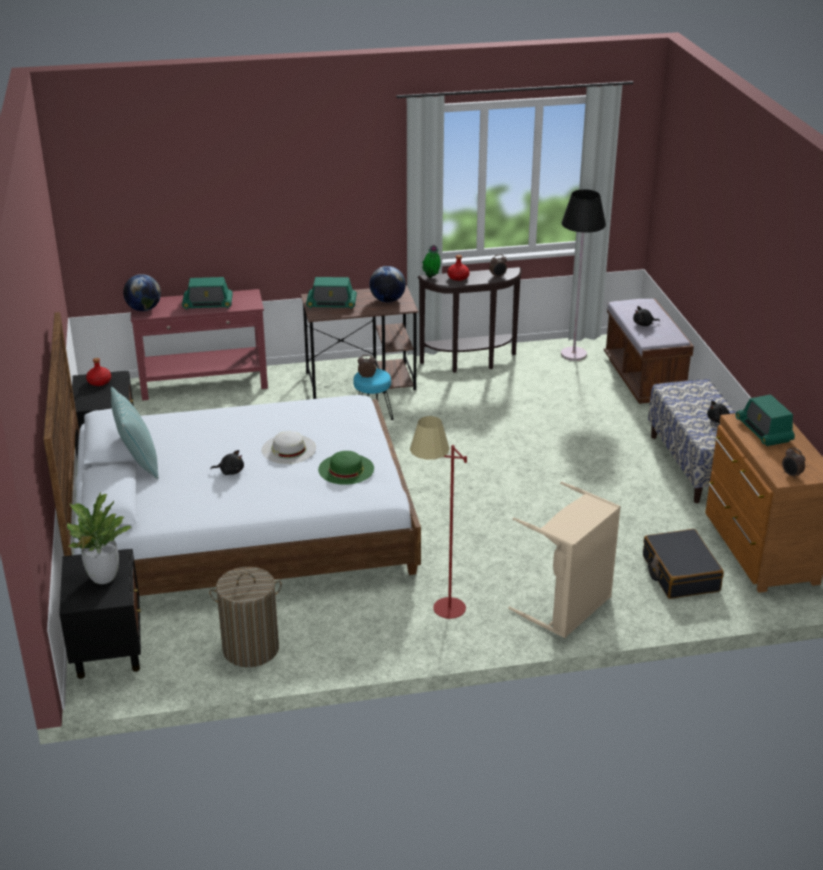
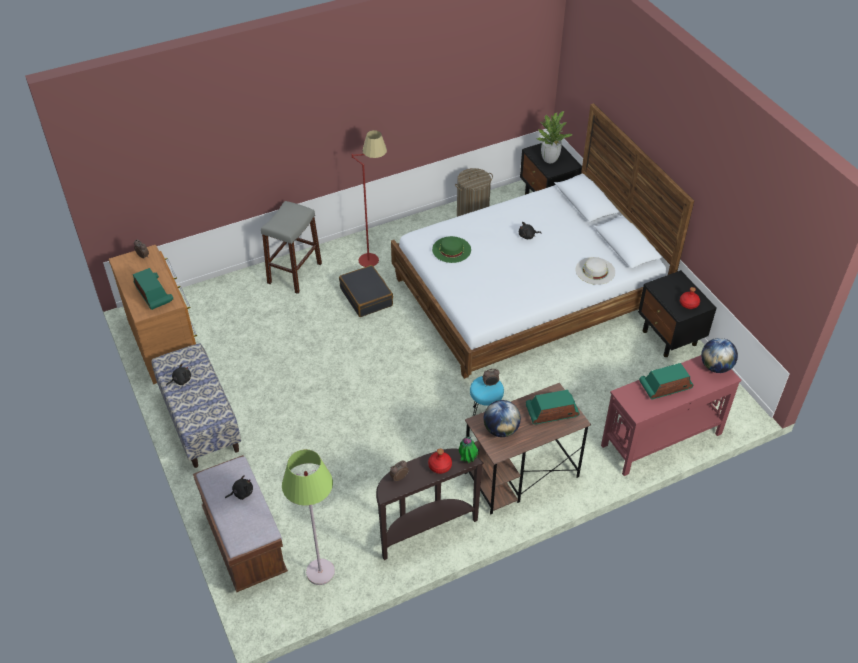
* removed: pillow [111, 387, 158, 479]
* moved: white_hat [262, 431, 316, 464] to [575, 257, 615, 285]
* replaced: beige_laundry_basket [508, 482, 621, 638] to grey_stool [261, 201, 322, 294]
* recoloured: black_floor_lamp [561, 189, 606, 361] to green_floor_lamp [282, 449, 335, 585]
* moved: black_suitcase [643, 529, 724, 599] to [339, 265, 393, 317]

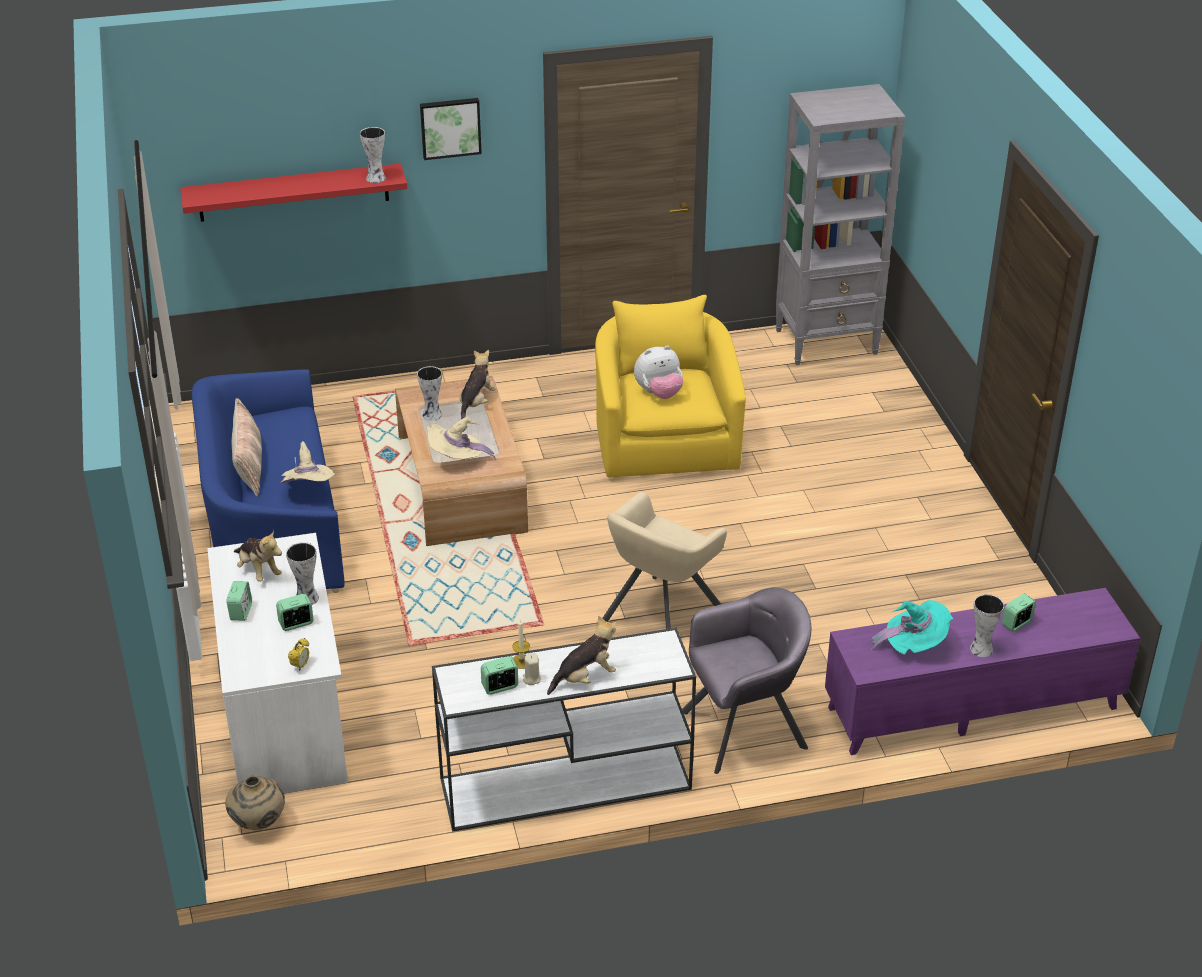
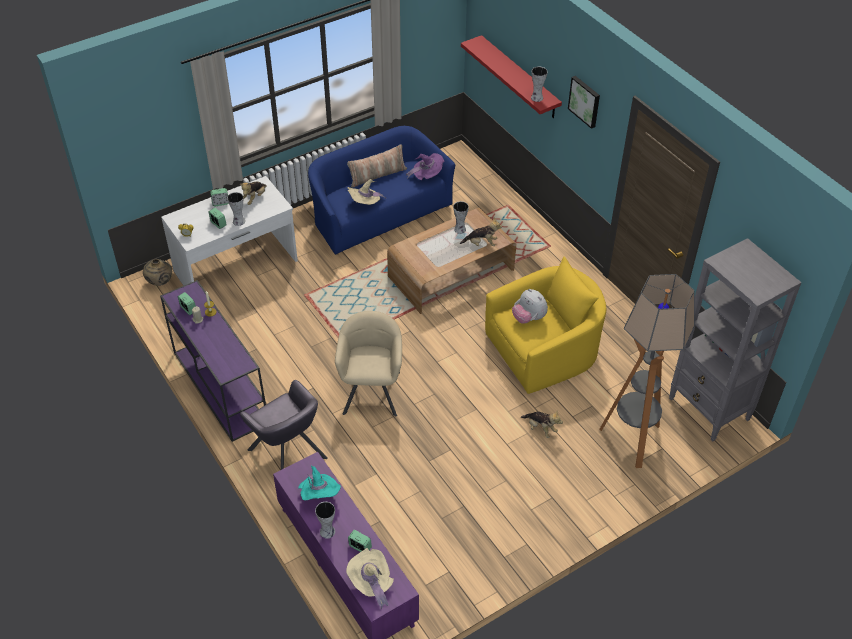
* moved: beige_hat [426, 417, 496, 460] to [346, 548, 394, 609]
* recoloured: white_console_table [432, 628, 696, 832] to purple_console_table [160, 280, 266, 442]
* moved: plush_toy [547, 616, 617, 695] to [521, 410, 563, 438]
* turned: beige_armchair [602, 492, 727, 629] = [335, 311, 402, 417] 75 degrees clockwise
* added: purple_hat [406, 153, 444, 180]
* added: floor_lamp [599, 274, 695, 468]

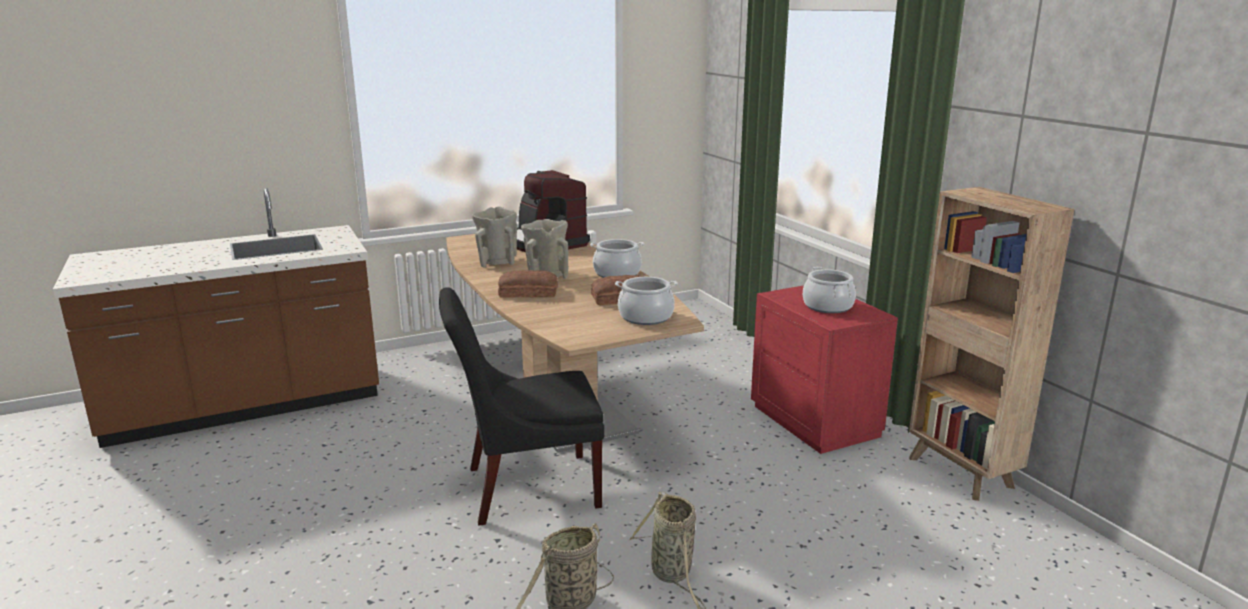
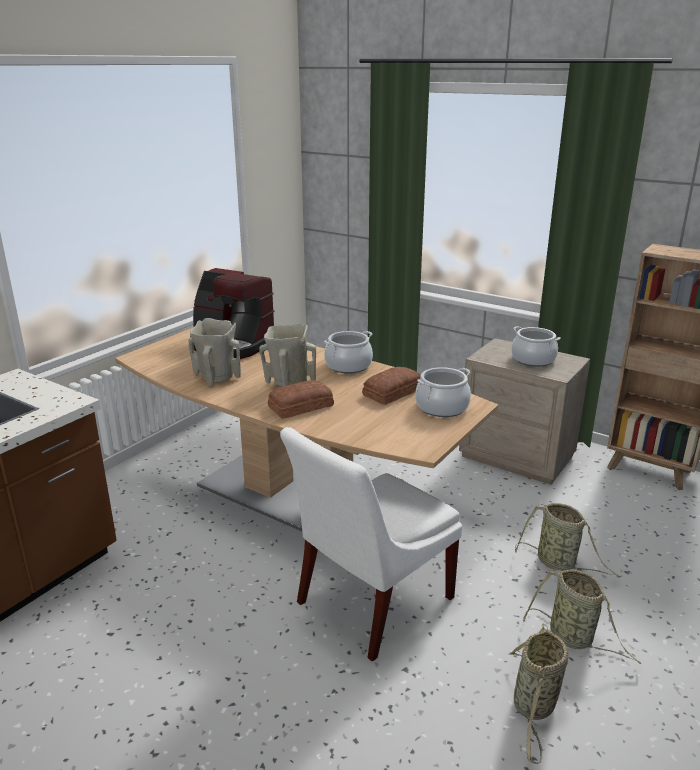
* recoloured: black_chair [439, 287, 604, 526] to white_chair [280, 427, 462, 661]
* recoloured: red_nightstand [751, 285, 898, 454] to beige_nightstand [459, 338, 590, 485]
* added: basket [515, 503, 619, 577]

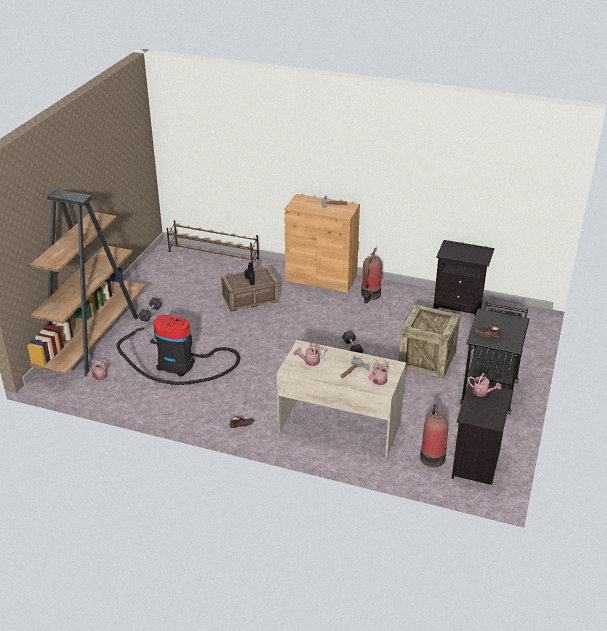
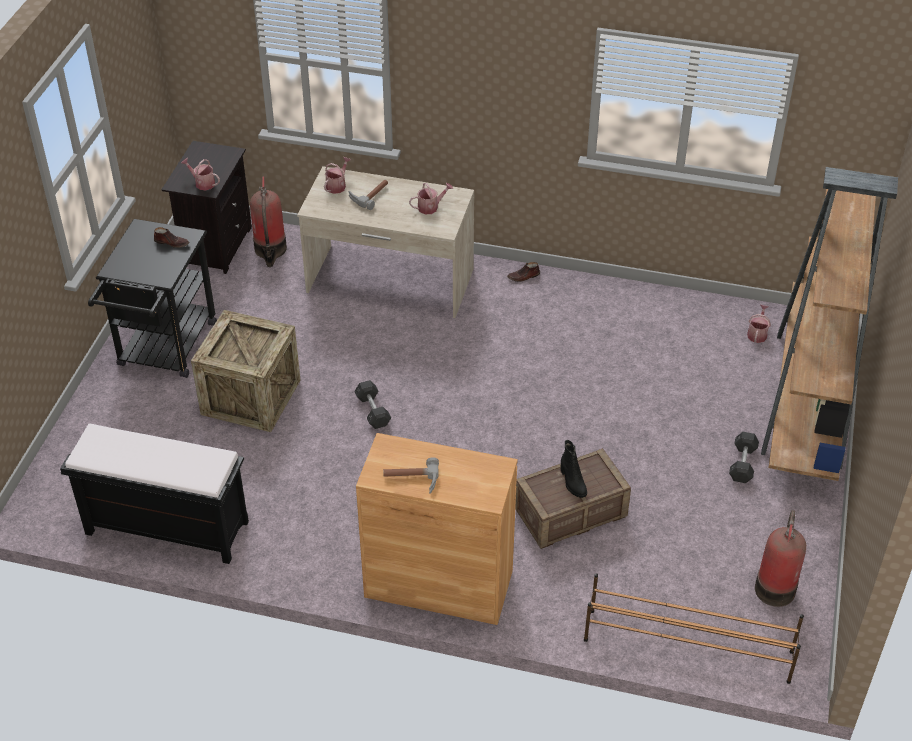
* removed: vacuum_cleaner [117, 314, 240, 385]
* moved: fire_extinguisher [361, 248, 382, 303] to [755, 510, 806, 607]
* replaced: black_nightstand [433, 240, 495, 315] to black_bench [60, 423, 249, 564]

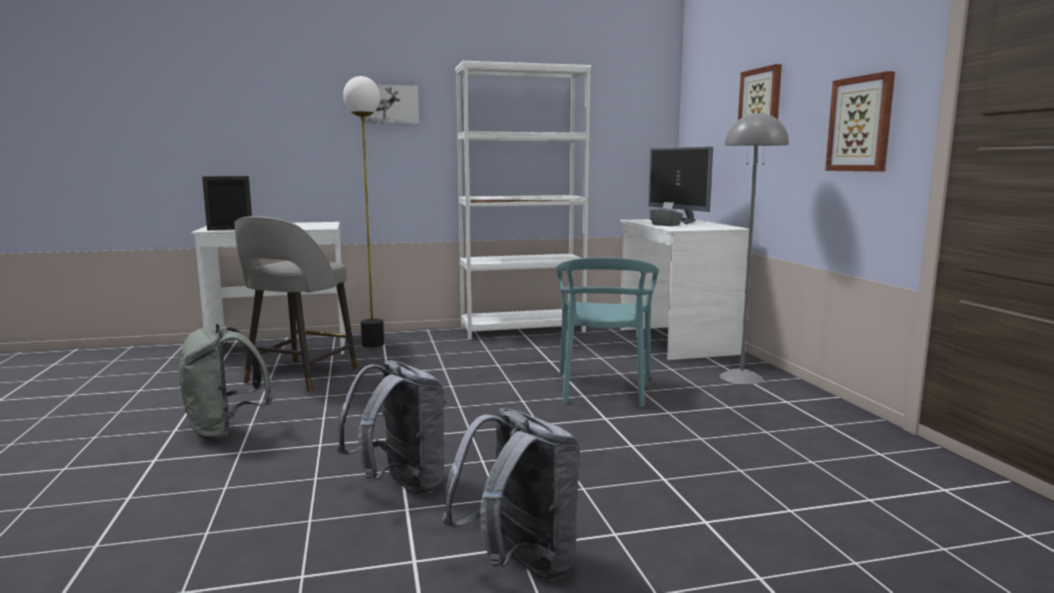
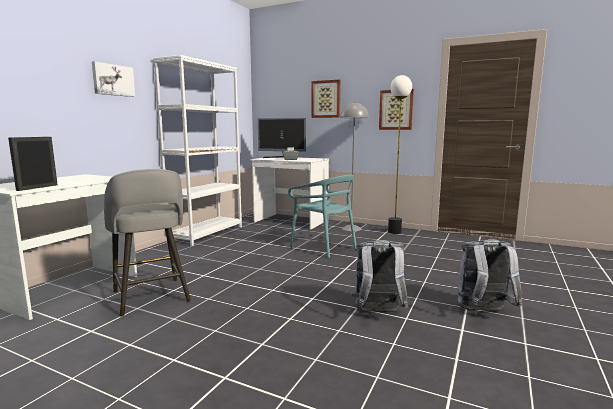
* removed: grey_backpack [179, 324, 273, 440]
* moved: floor_lamp [343, 76, 384, 347] to [388, 75, 412, 234]

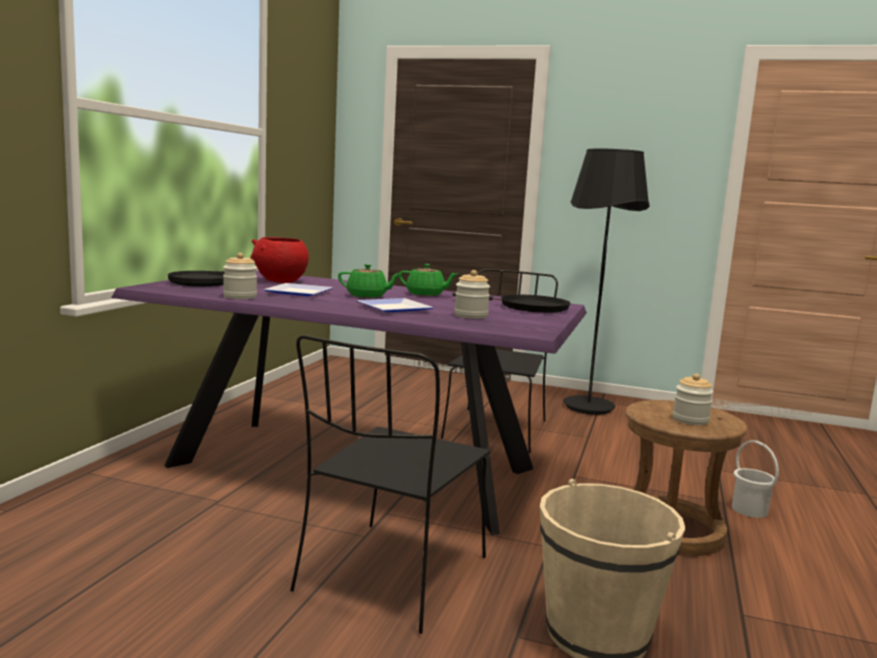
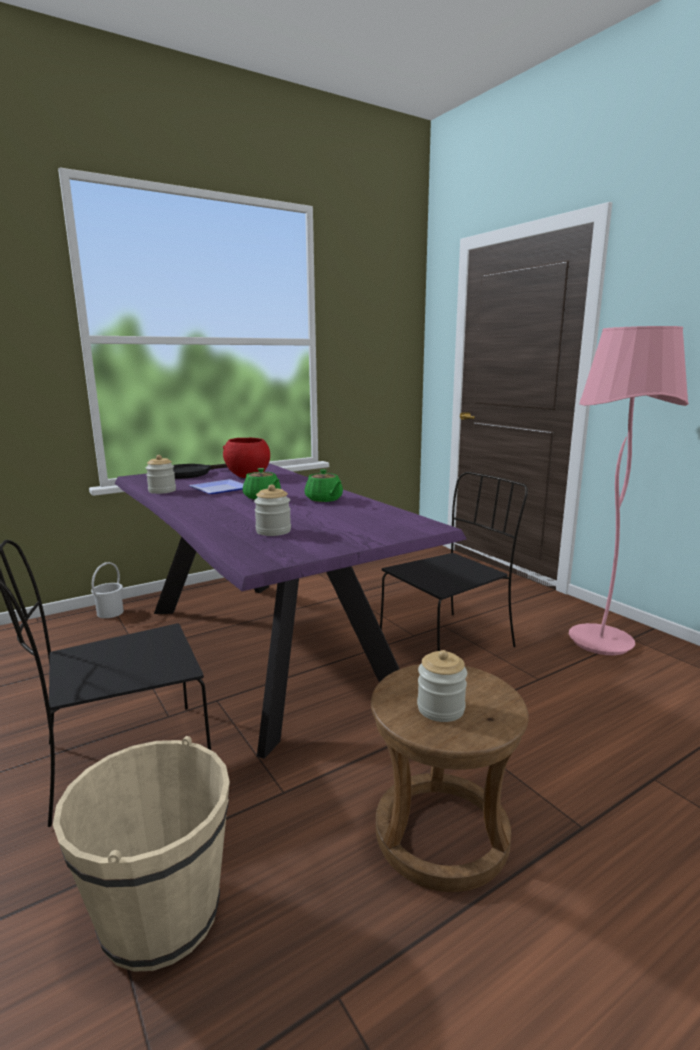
* removed: plate [356, 298, 434, 312]
* removed: black_frying_pan [452, 292, 570, 313]
* recoloured: black_floor_lamp [563, 148, 650, 415] to pink_floor_lamp [569, 326, 689, 655]
* moved: white_bucket [732, 440, 779, 518] to [91, 562, 124, 618]

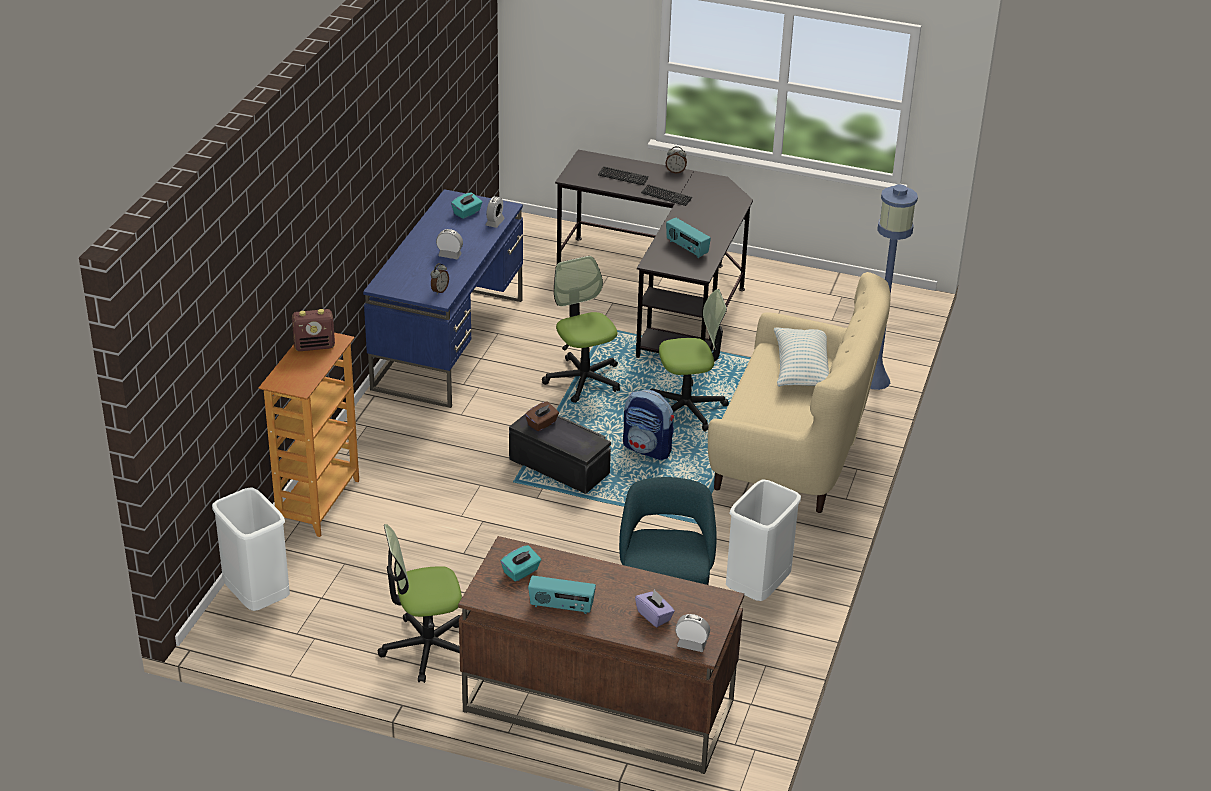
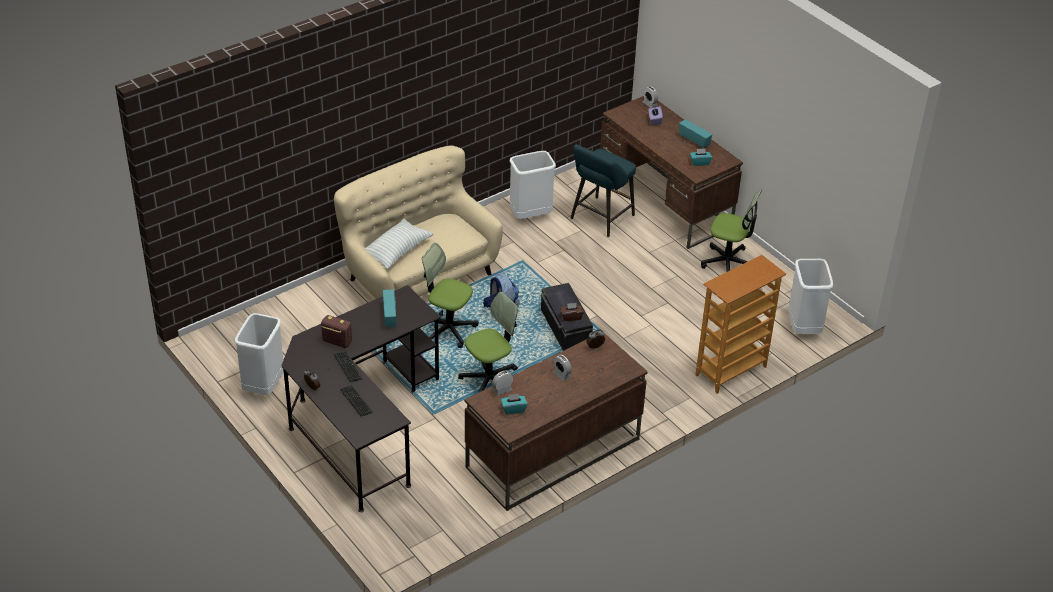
* moved: radio [292, 309, 335, 351] to [321, 315, 352, 348]
* recoloured: blue_desk [363, 189, 523, 408] to brown_desk [465, 334, 648, 511]
* turned: office_chair [542, 256, 620, 403] = [458, 291, 518, 393] 135 degrees counterclockwise
* removed: blue_floor_lamp [870, 184, 918, 390]
* added: white_trash_can [235, 313, 283, 395]

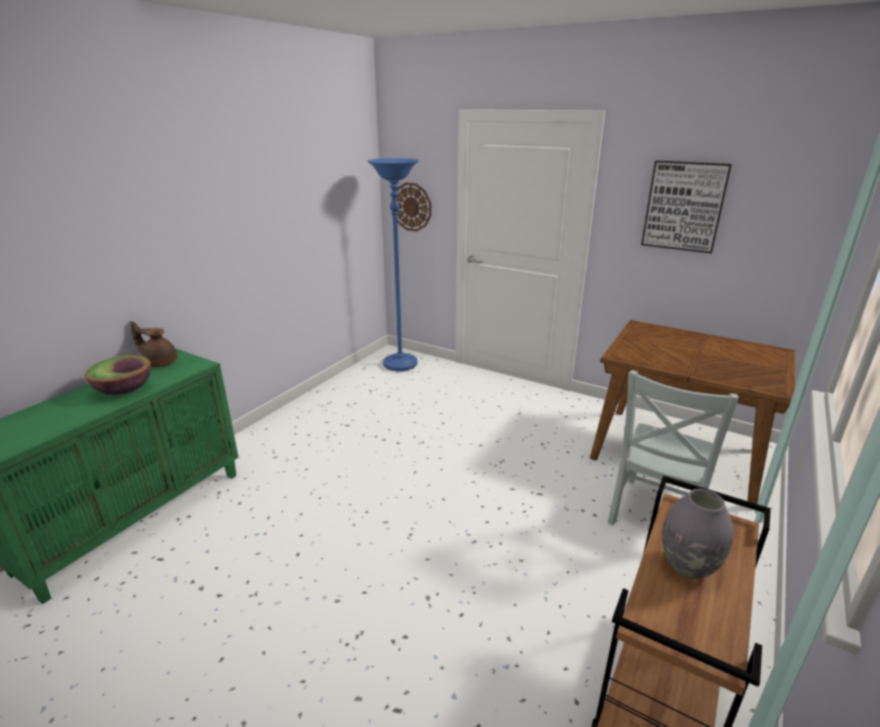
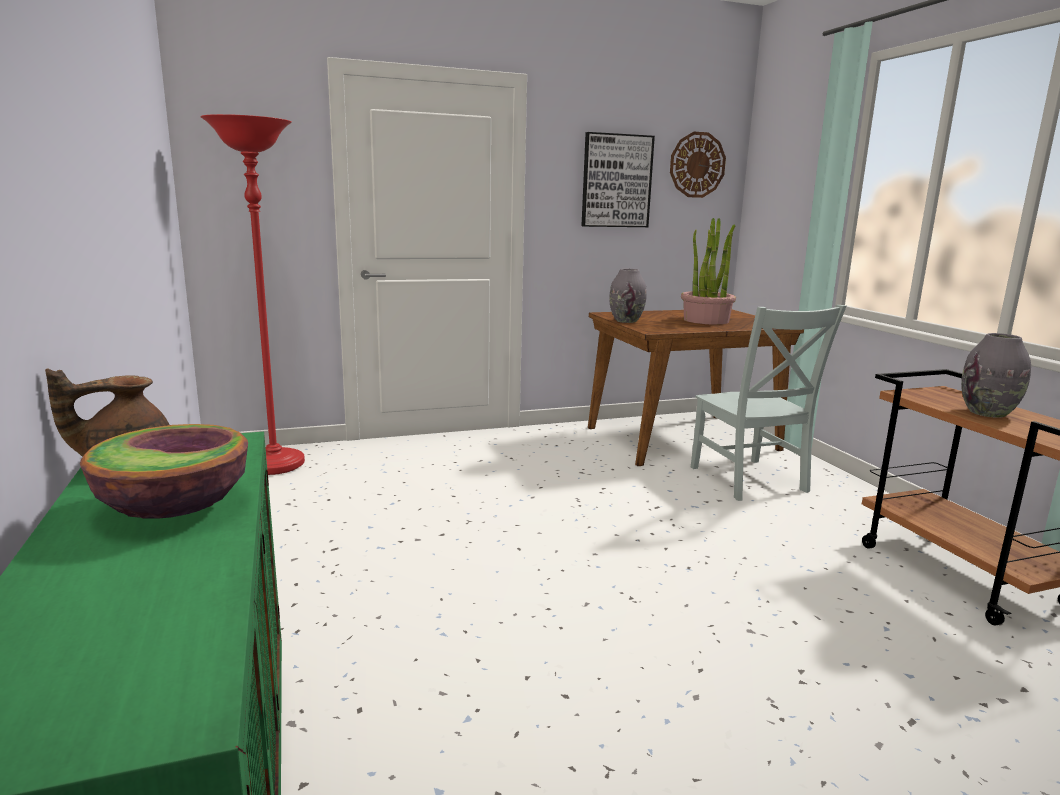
* recoloured: blue_floor_lamp [367, 158, 419, 371] to red_floor_lamp [200, 114, 305, 475]
* moved: wall_clock [392, 183, 431, 231] to [670, 132, 726, 198]
* added: grey_vase [609, 269, 647, 323]
* added: potted_plant [681, 218, 736, 324]

